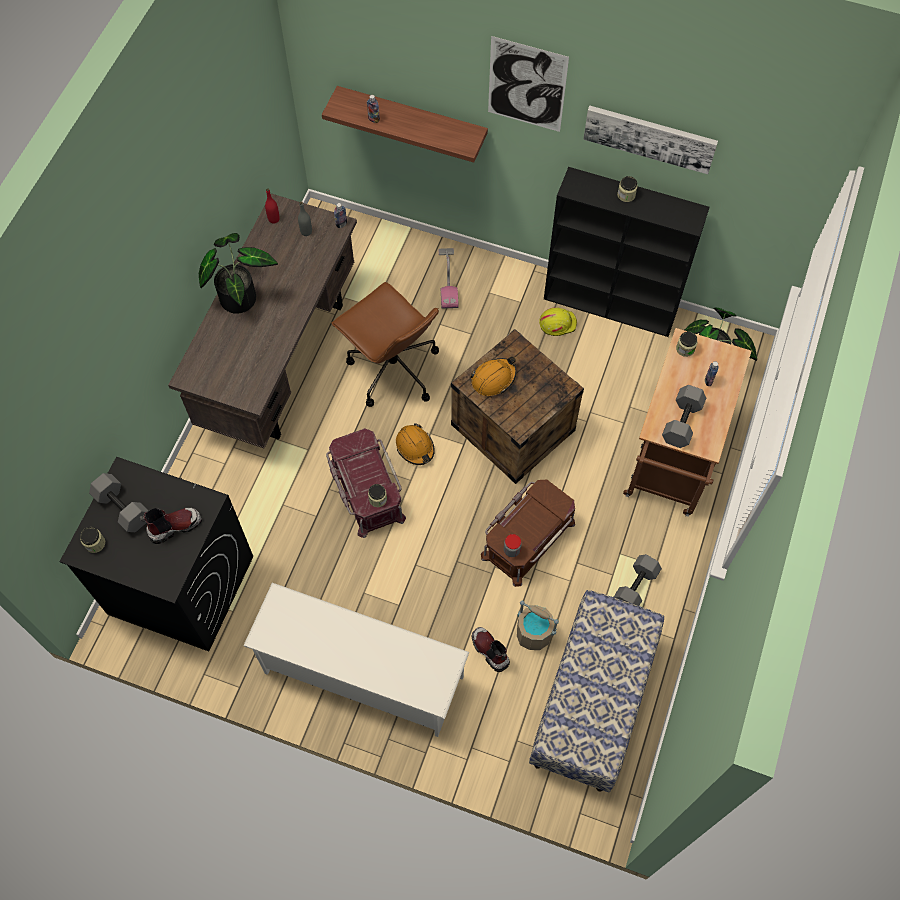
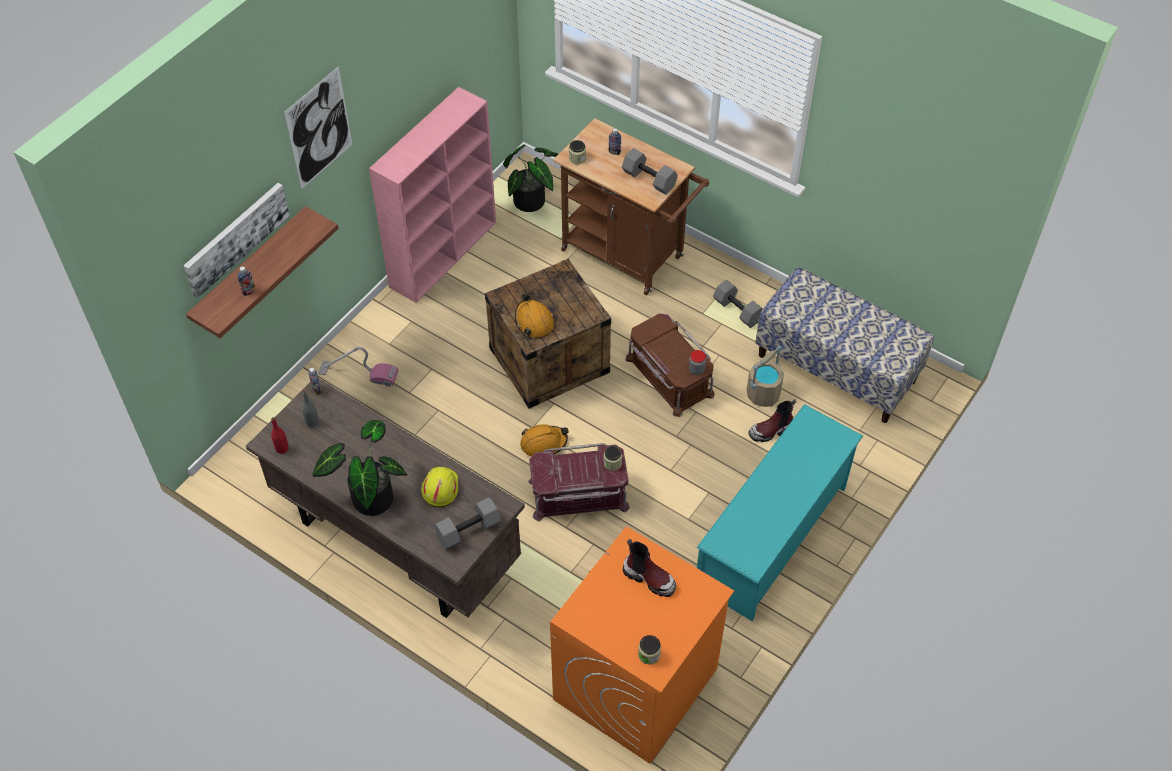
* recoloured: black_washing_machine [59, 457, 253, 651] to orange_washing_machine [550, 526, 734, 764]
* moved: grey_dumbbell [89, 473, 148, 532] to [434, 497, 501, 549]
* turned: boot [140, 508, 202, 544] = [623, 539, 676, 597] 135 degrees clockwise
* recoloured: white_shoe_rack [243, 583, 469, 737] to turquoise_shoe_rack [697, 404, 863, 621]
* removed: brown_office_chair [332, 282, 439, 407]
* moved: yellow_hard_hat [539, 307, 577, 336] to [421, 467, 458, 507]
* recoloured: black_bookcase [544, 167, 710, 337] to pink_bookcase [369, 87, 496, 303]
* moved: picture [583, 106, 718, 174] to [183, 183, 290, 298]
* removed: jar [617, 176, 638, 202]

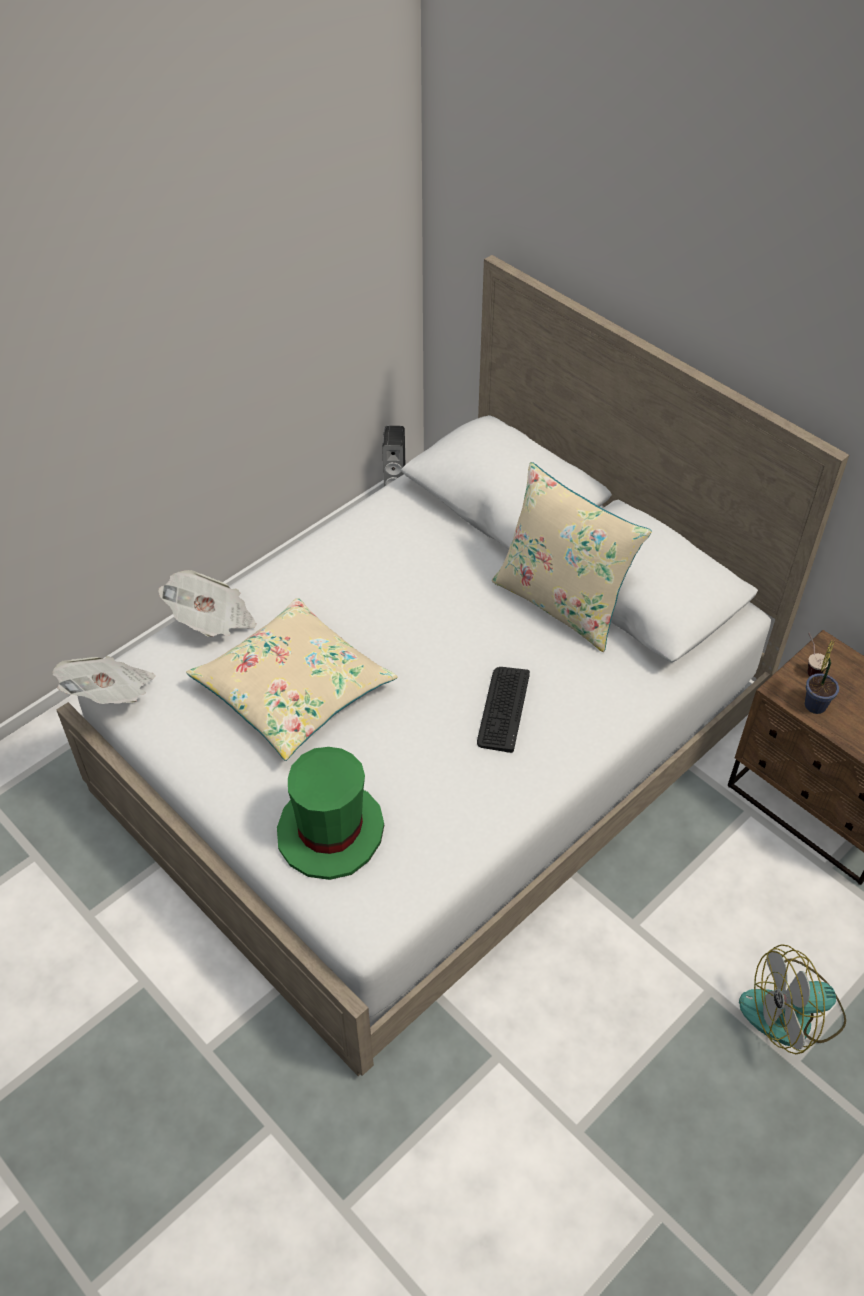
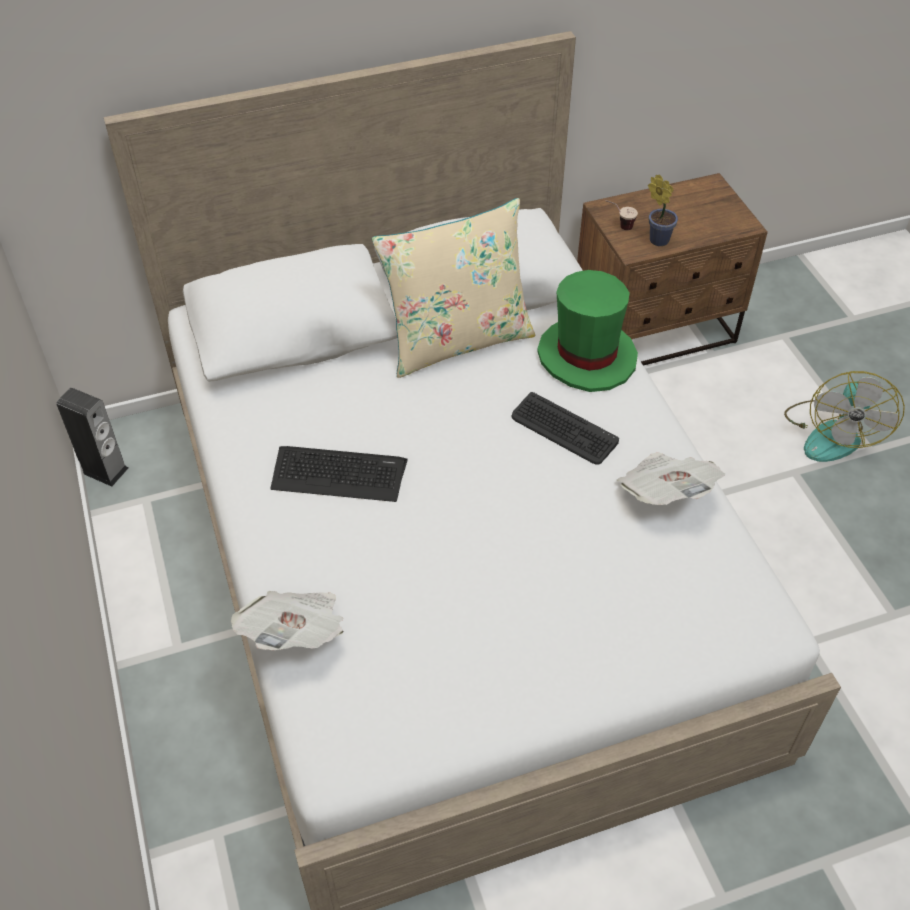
* moved: newspaper [53, 656, 155, 704] to [617, 452, 725, 505]
* removed: beige_pillow [186, 598, 398, 761]
* moved: green_hat [277, 747, 384, 880] to [537, 270, 638, 392]
* added: keyboard [270, 446, 408, 502]

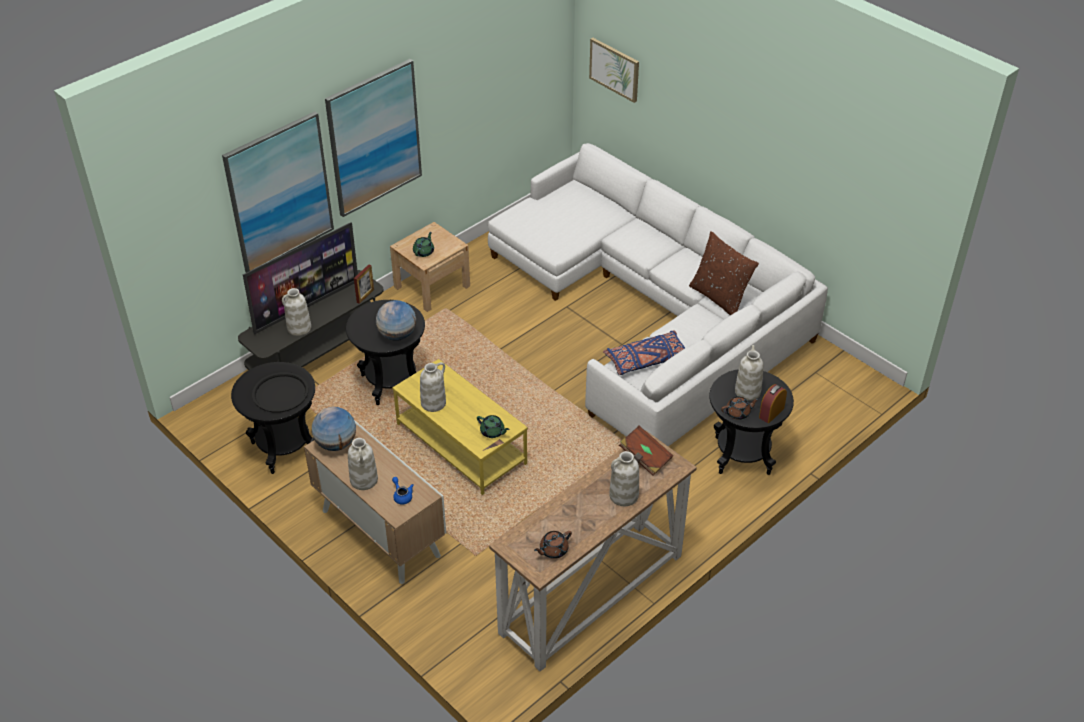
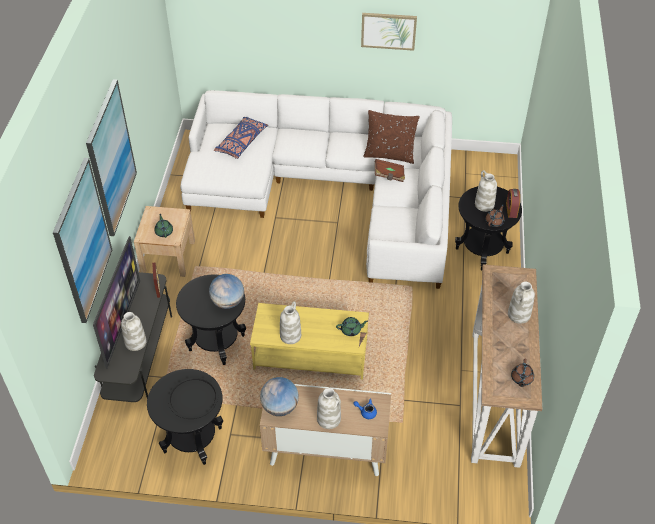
* moved: picture [589, 38, 639, 103] to [361, 13, 417, 51]
* moved: blue_pillow [603, 330, 685, 375] to [214, 117, 268, 159]
* moved: brown_book [619, 426, 673, 476] to [375, 159, 405, 182]

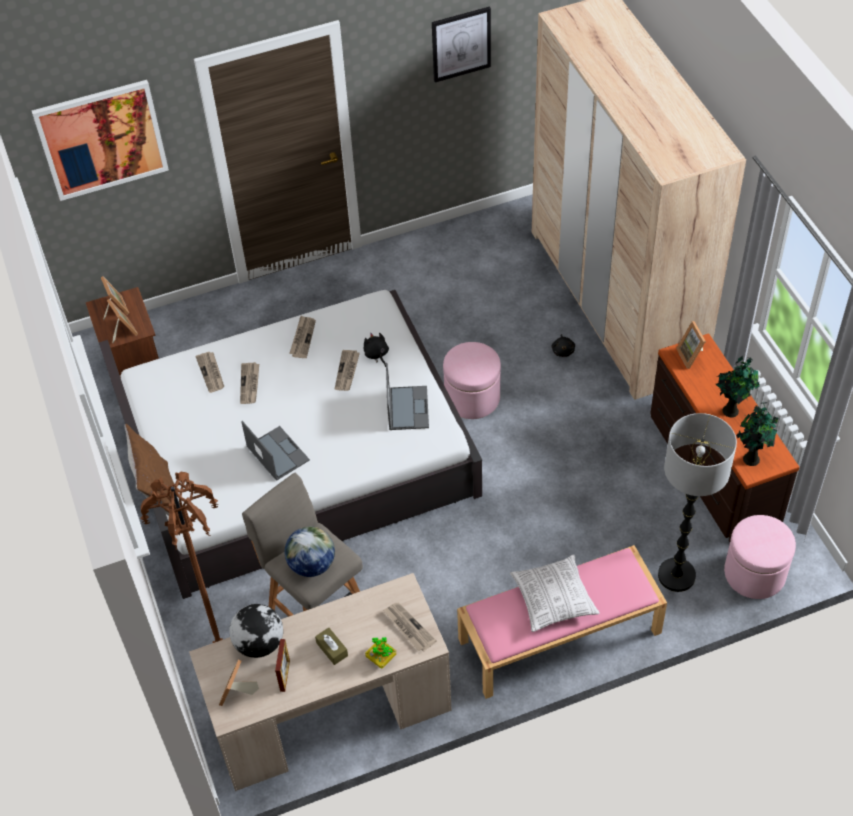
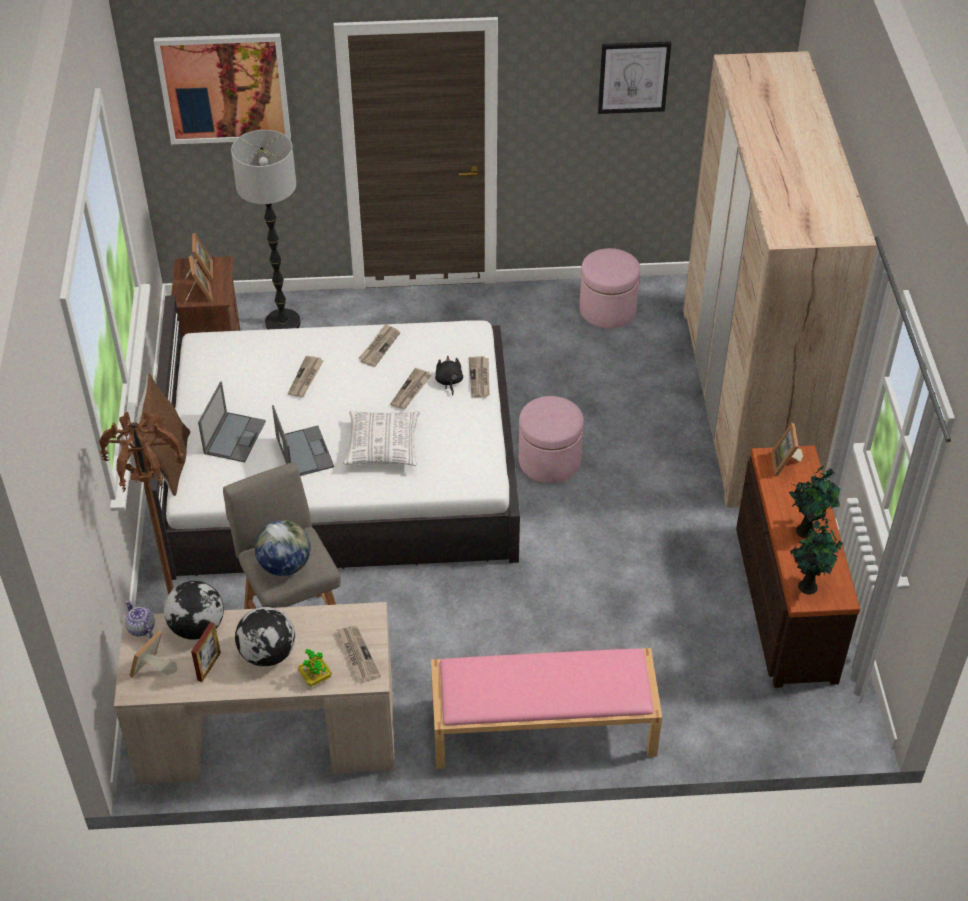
* moved: newspaper [195, 352, 224, 393] to [468, 356, 489, 398]
* replaced: brown_tissue_box [315, 627, 348, 665] to globe [235, 607, 295, 667]
* moved: laptop [386, 363, 429, 430] to [198, 381, 266, 462]
* moved: pillow [510, 554, 600, 632] to [343, 411, 420, 466]
* removed: black_plush_toy [551, 334, 575, 357]
* moved: floor_lamp [658, 413, 737, 592] to [231, 130, 301, 329]
* moved: pink_ottoman [724, 515, 796, 599] to [579, 248, 640, 328]
* added: teapot [125, 600, 155, 638]

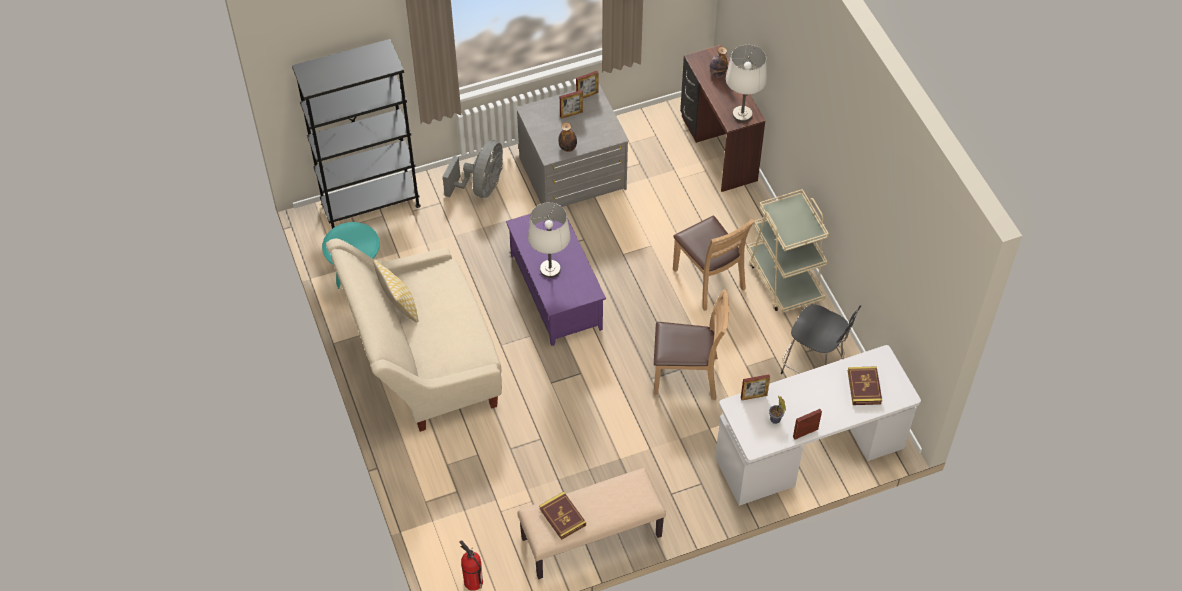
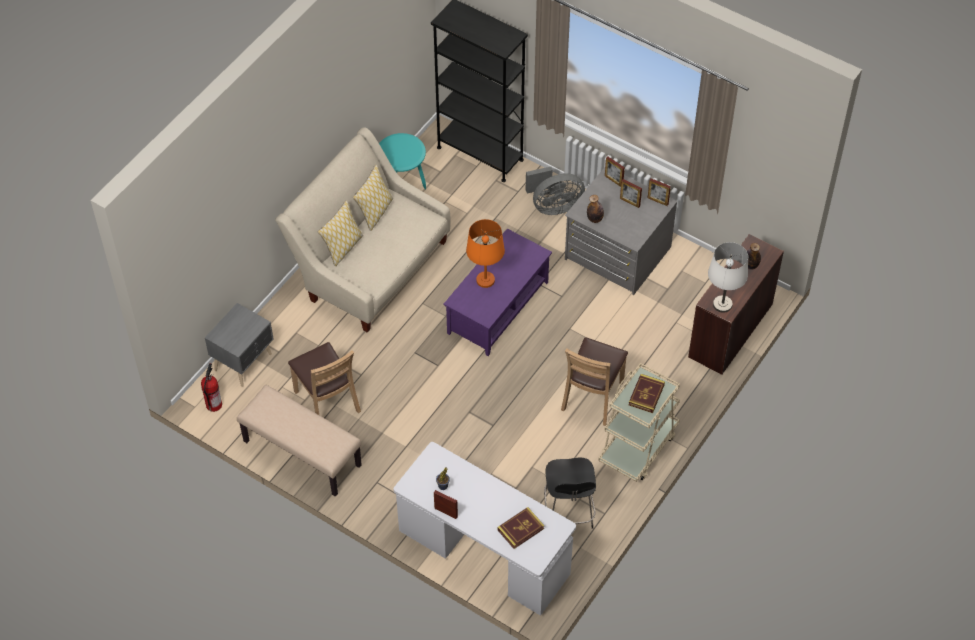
* recoloured: white_table_lamp [528, 202, 571, 278] to orange_table_lamp [466, 219, 505, 288]
* moved: book [539, 492, 586, 540] to [629, 374, 665, 413]
* moved: brown_chair [654, 290, 729, 400] to [288, 342, 361, 415]
* moved: picture_frame [741, 374, 770, 400] to [605, 157, 625, 187]
* added: grey_nightstand [205, 303, 274, 387]
* added: pillow [318, 200, 363, 266]

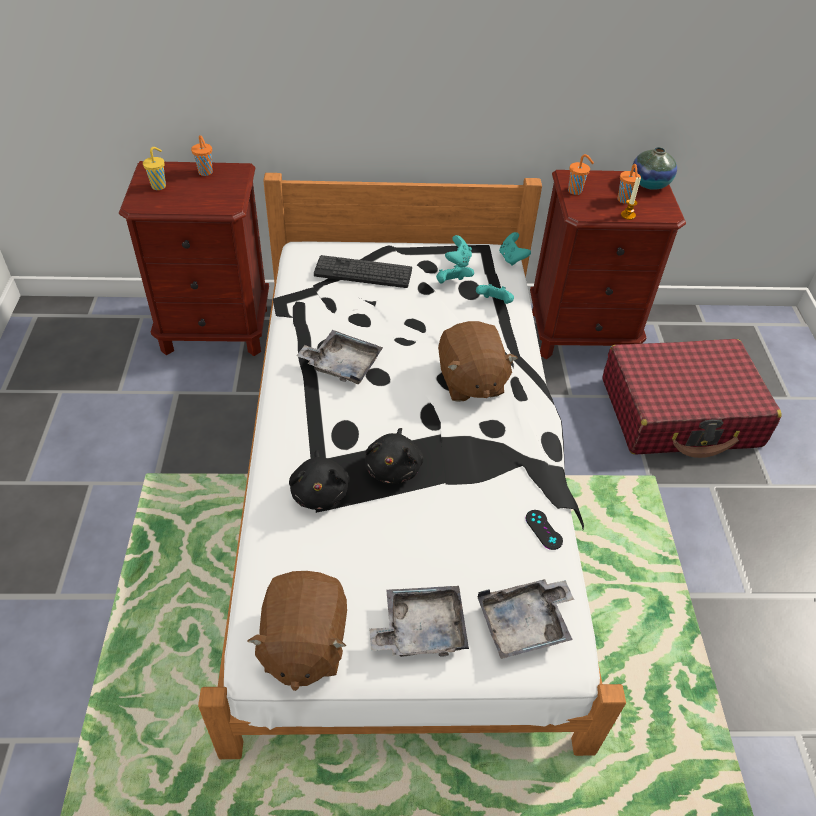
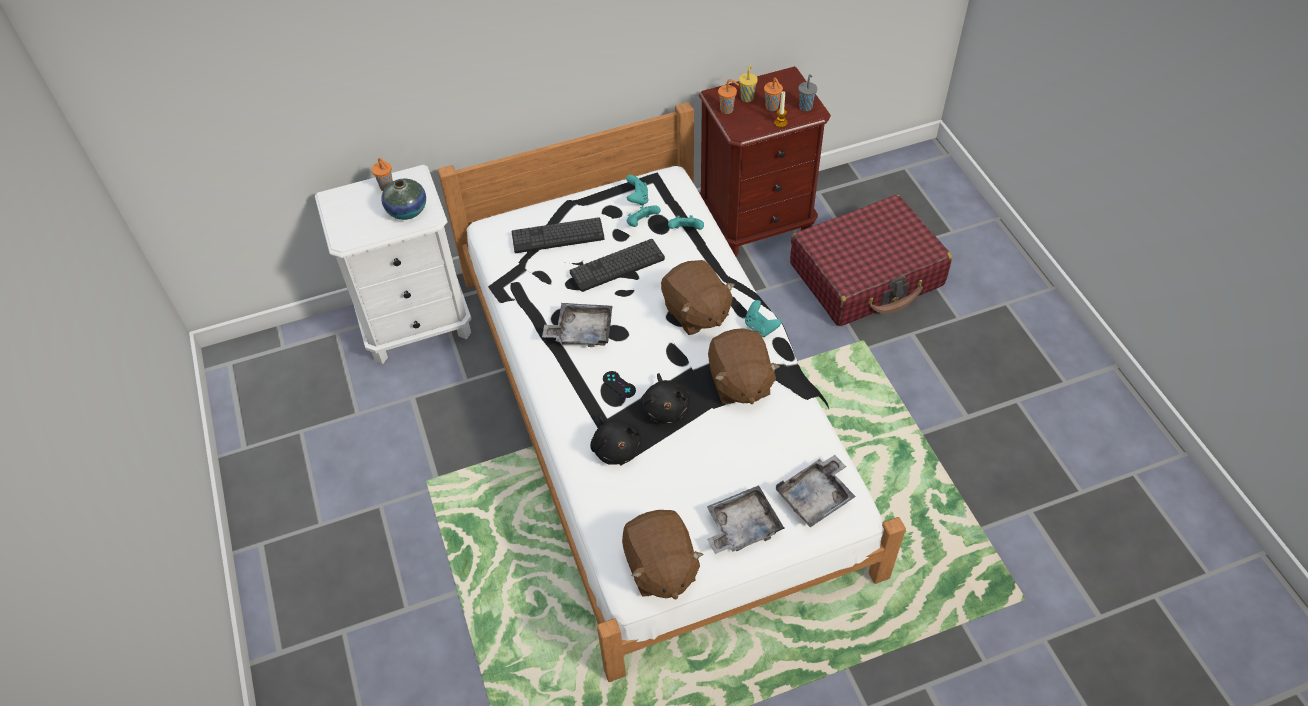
* recoloured: brown_nightstand [119, 161, 269, 356] to white_nightstand [315, 165, 471, 364]
* moved: yellow_cup [143, 147, 166, 190] to [739, 66, 758, 102]
* moved: turquoise_game_controller [499, 232, 531, 266] to [745, 300, 782, 337]
* moved: black_game_controller [525, 510, 563, 550] to [603, 371, 636, 398]
* moved: vase [633, 147, 677, 190] to [381, 179, 426, 220]
* added: keyboard [570, 239, 665, 292]
* added: brown_plush_toy [708, 328, 780, 404]
* added: grey_cup [798, 74, 817, 111]

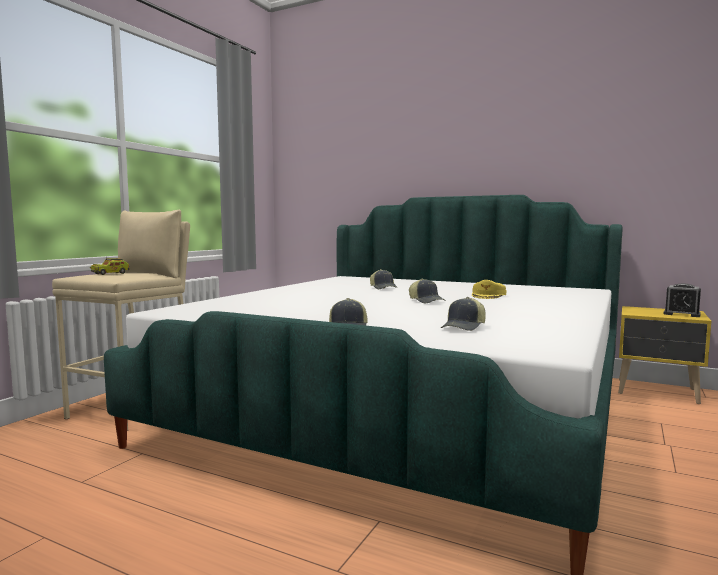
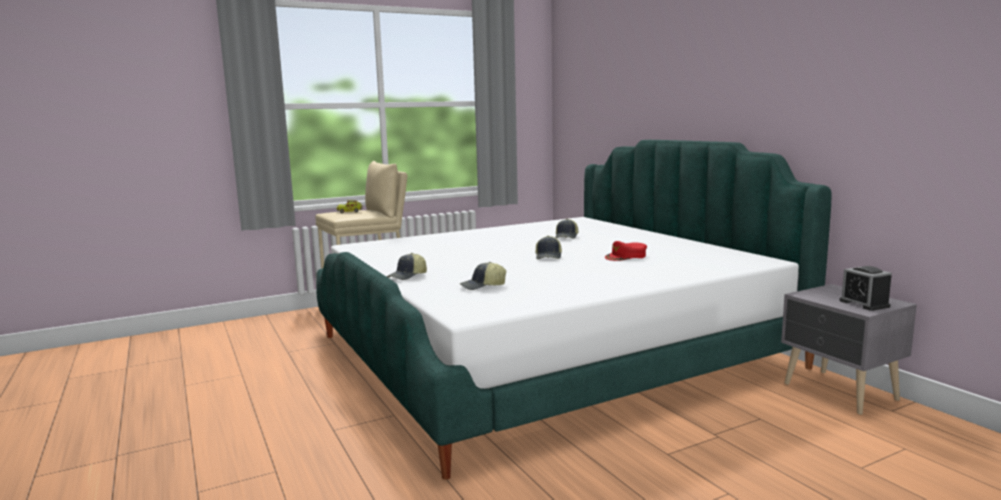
* recoloured: yellow_cap [472, 280, 506, 299] to red_cap [605, 241, 647, 261]
* recoloured: yellow_nightstand [618, 306, 711, 404] to grey_nightstand [781, 284, 917, 415]

